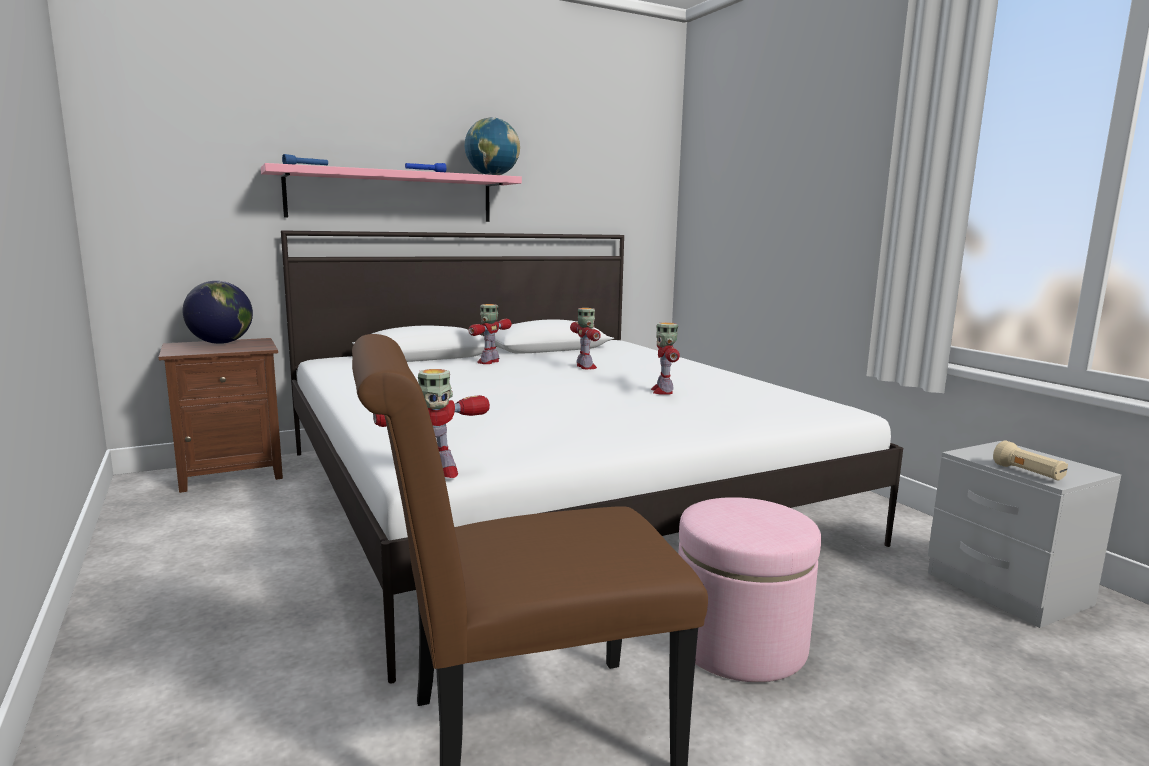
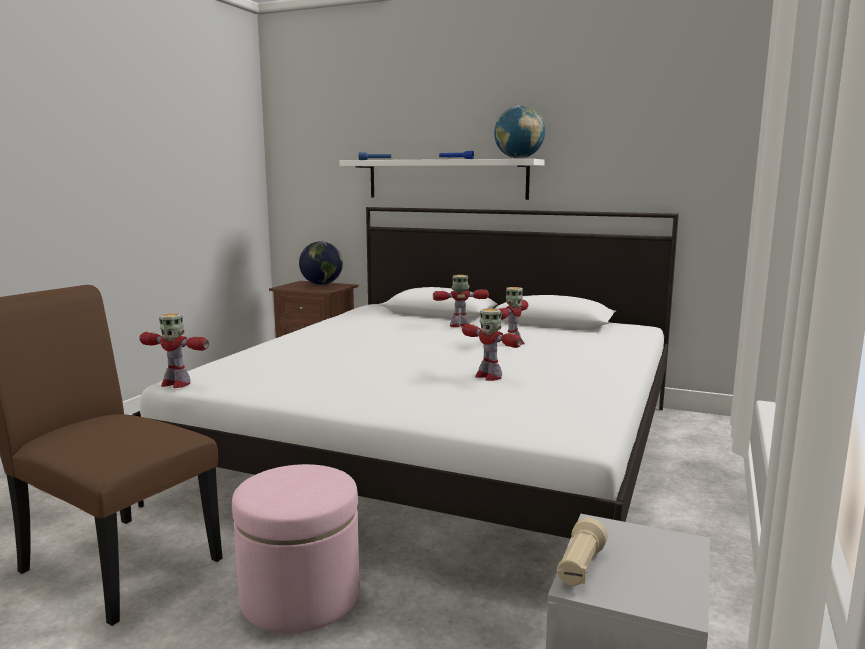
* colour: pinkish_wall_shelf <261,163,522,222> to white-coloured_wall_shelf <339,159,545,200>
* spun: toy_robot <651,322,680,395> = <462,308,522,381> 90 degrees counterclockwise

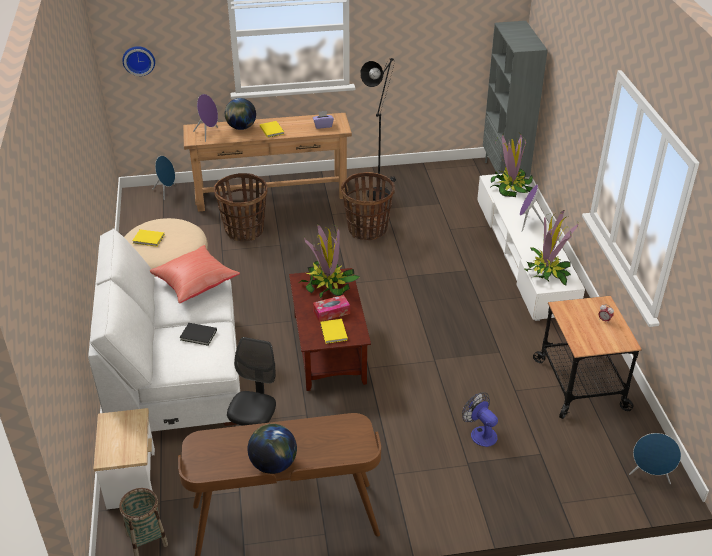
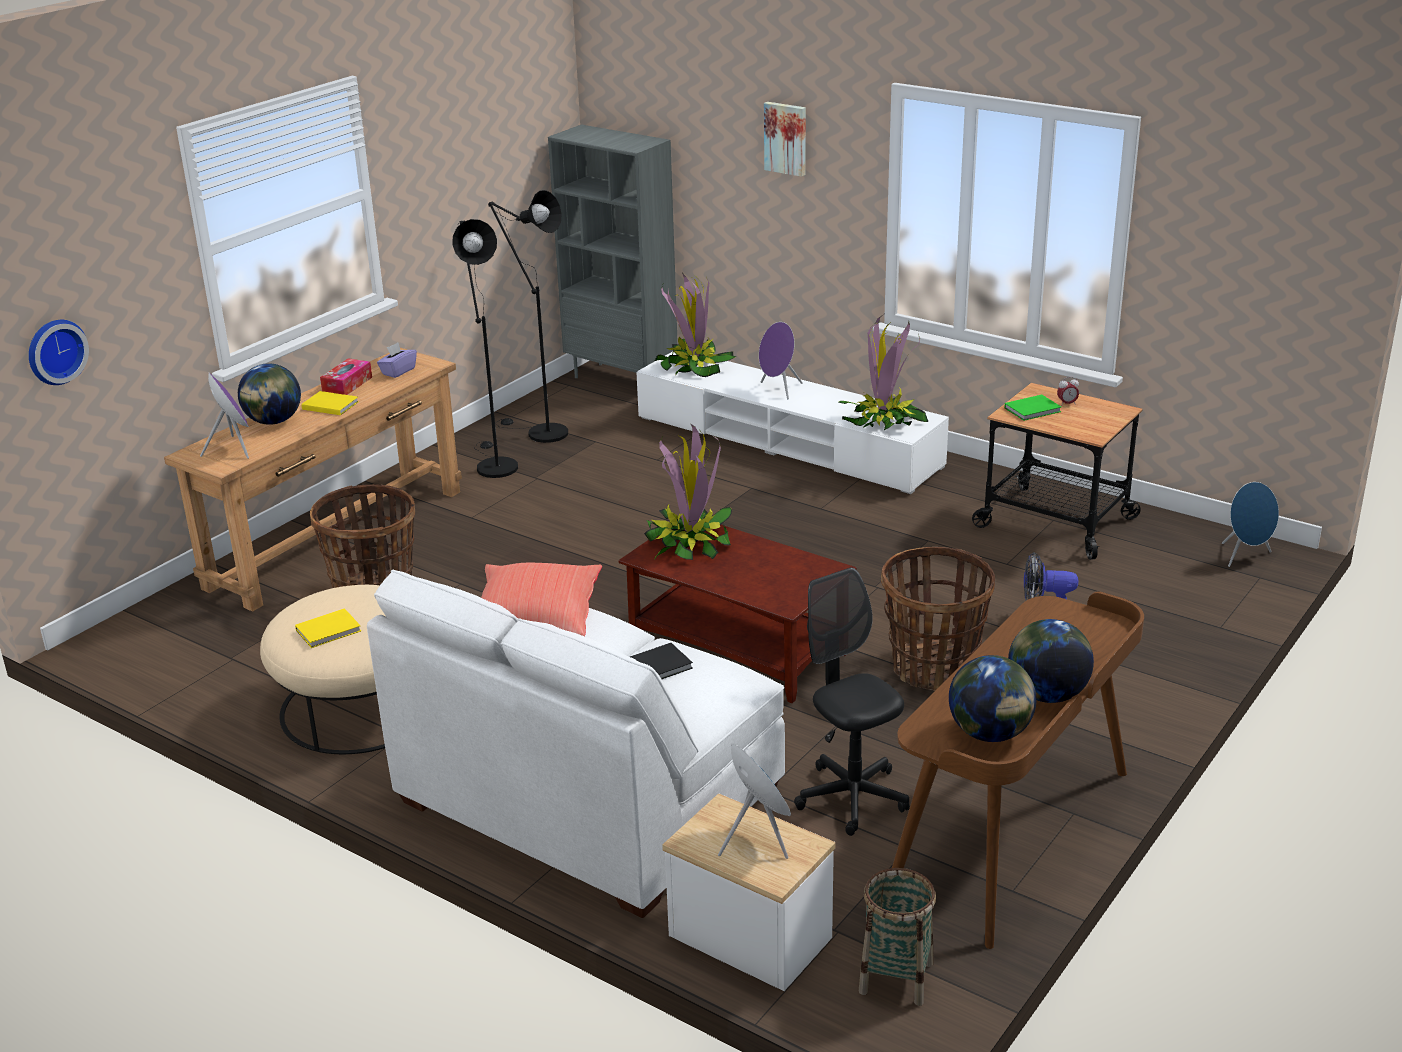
* relocated: bluish_speaker <152,156,175,200> to <718,744,791,859>
* relocated: tissue_box <313,295,350,322> to <320,358,372,395>
* missing: yellowish_bound_book <320,319,348,344>
* relocated: household_basket <341,172,395,240> to <881,547,995,691>
* appeared: black_floor_lamp <488,190,568,443>
* appeared: wall_picture <764,102,806,177>
* appeared: world_globe <949,655,1036,742>
* appeared: green_bound_book <1005,395,1061,421>

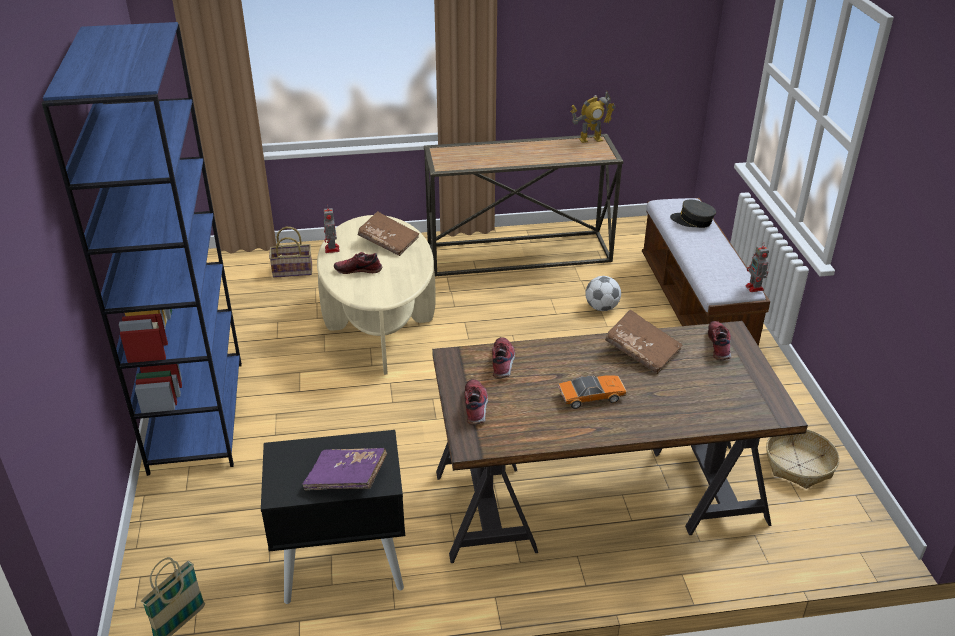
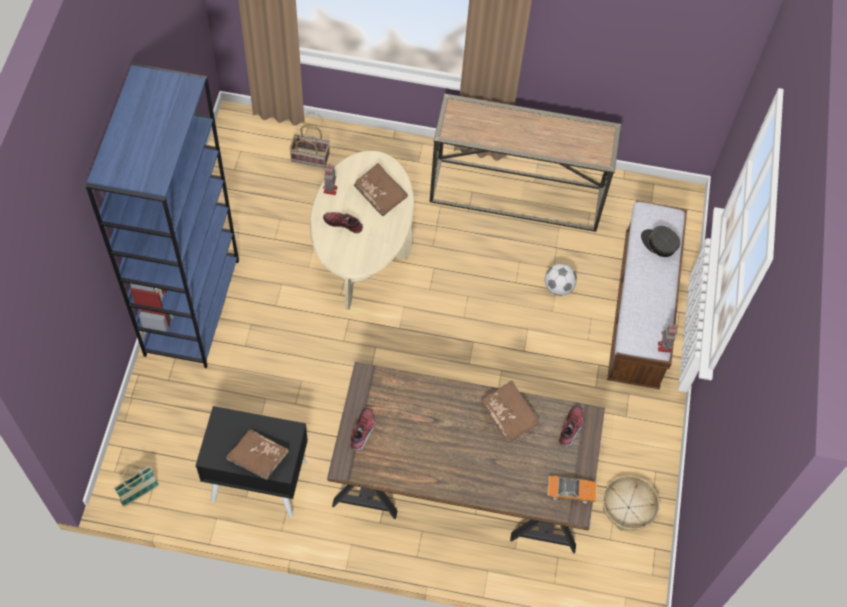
* colour: purple_bound_book <302,448,387,490> to brown_bound_book <226,430,289,480>
* missing: shoe <492,337,515,378>
* relocated: miniature_car <558,375,627,409> to <547,476,597,504>
* missing: toy_robot <571,92,616,143>

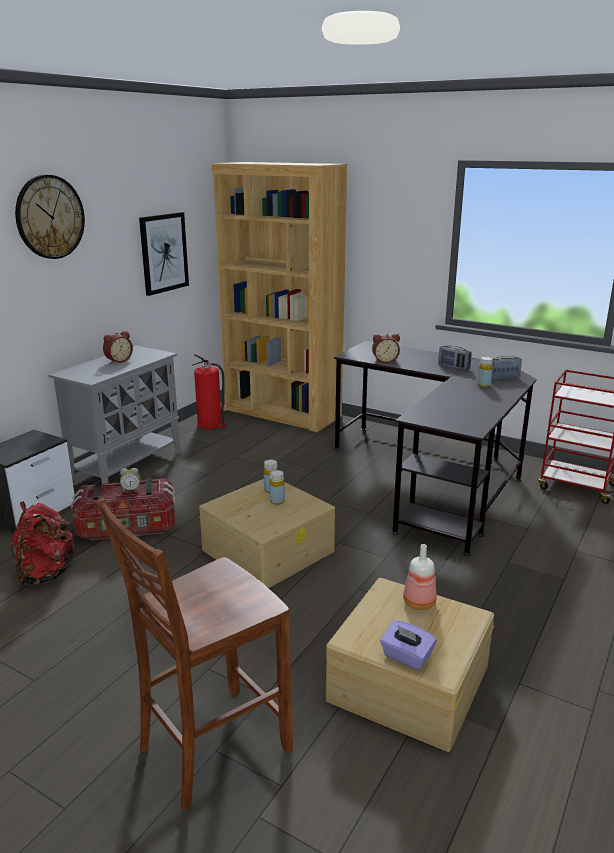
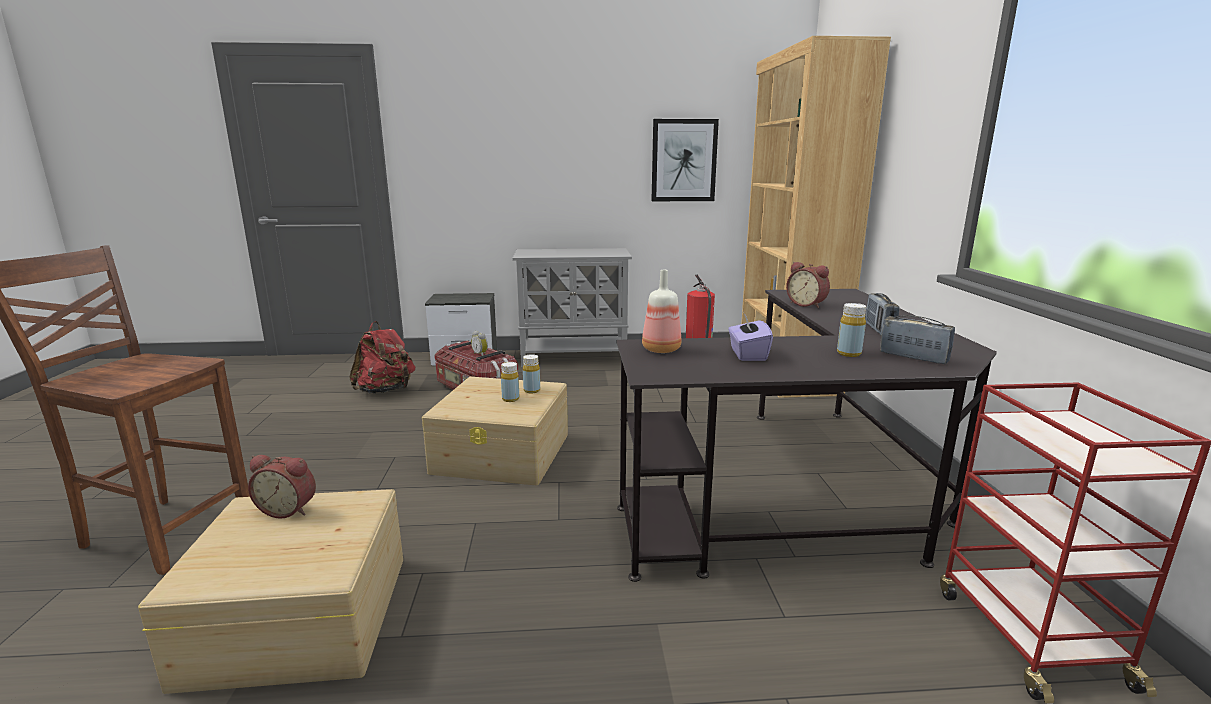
* missing: wall_clock <15,175,85,259>
* relocated: alarm_clock <103,331,133,364> to <248,455,316,519>
* relocated: purple_tissue_box <380,620,436,670> to <728,314,773,361>
* relocated: drink_bottle <403,544,437,610> to <642,270,682,353>

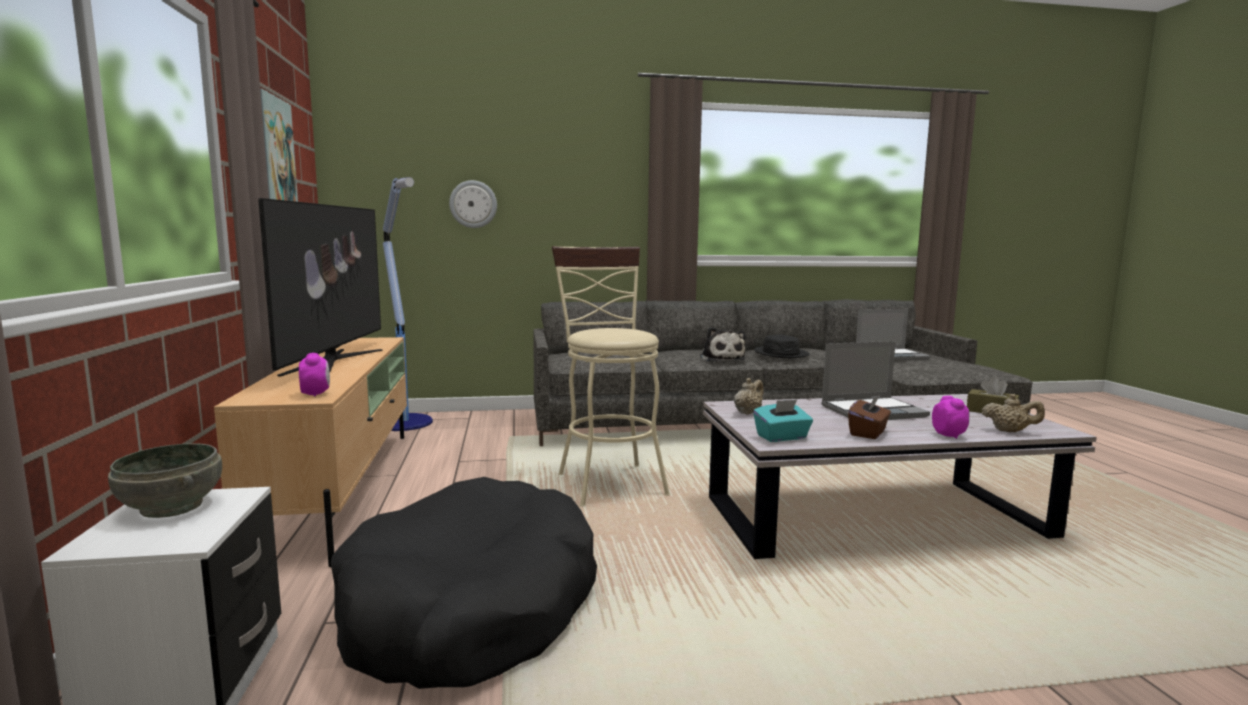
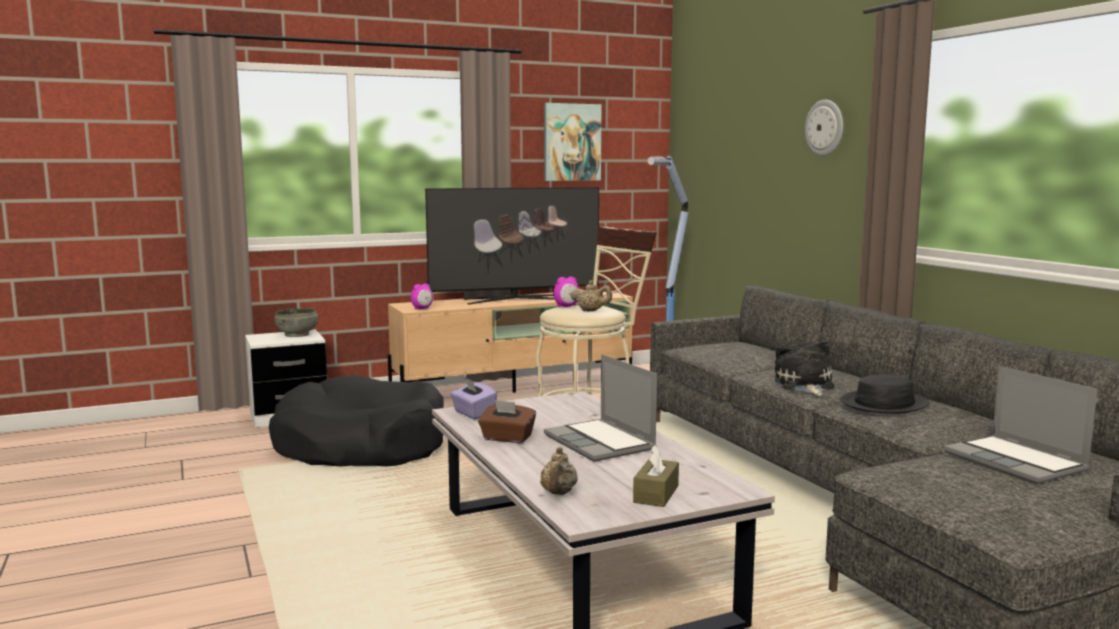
* relocated: wall_clock <449,180,497,228> to <805,99,843,156>
* spun: soft_toy <700,327,746,362> = <774,340,834,396> 120 degrees clockwise
* relocated: beige-coloured_pot_for_tea <734,378,764,415> to <571,280,612,311>
* colour: turquoise_tissue_box <753,399,813,442> to purple_tissue_box <450,377,497,419>
* relocated: alarm_clock <932,396,970,439> to <553,277,579,307>

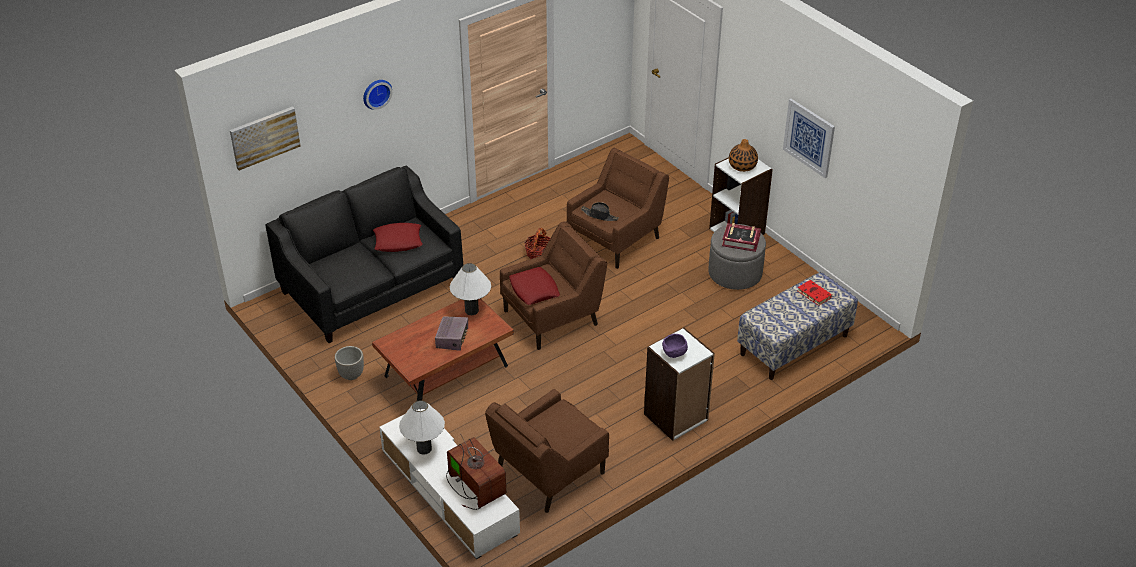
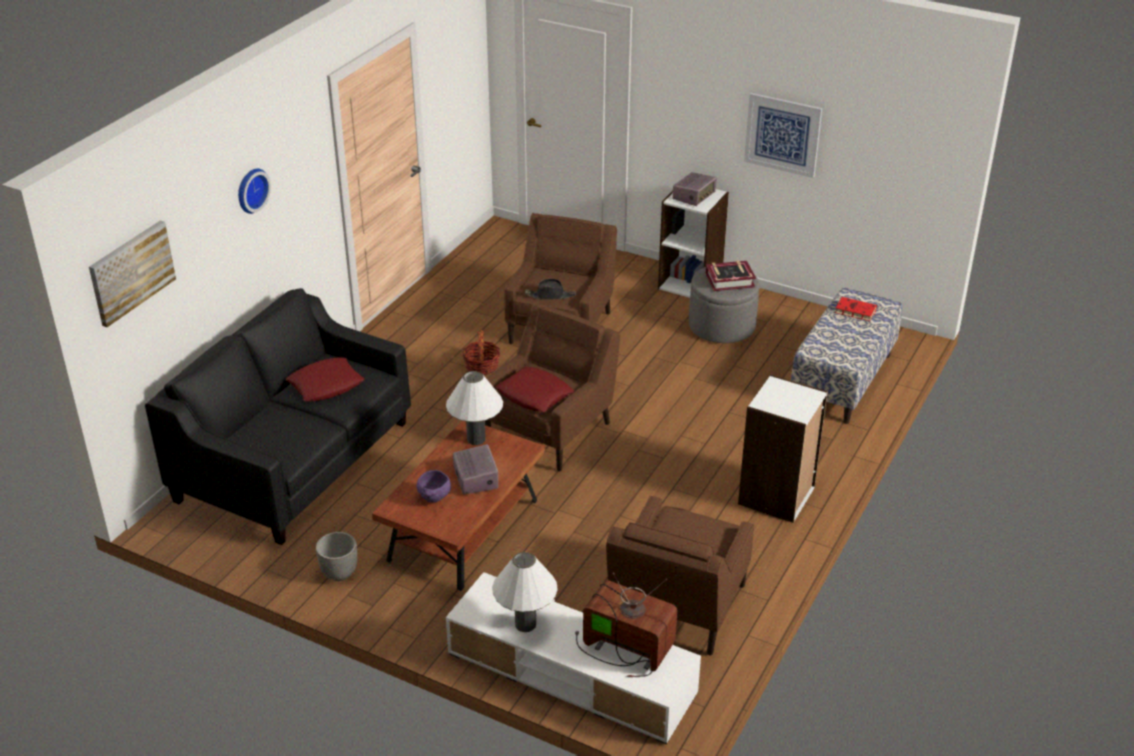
* relocated: purple_serving_bowl <662,334,688,358> to <417,470,451,503>
* exchanged: decorative_vase <729,139,758,172> to radio_set <672,172,717,206>

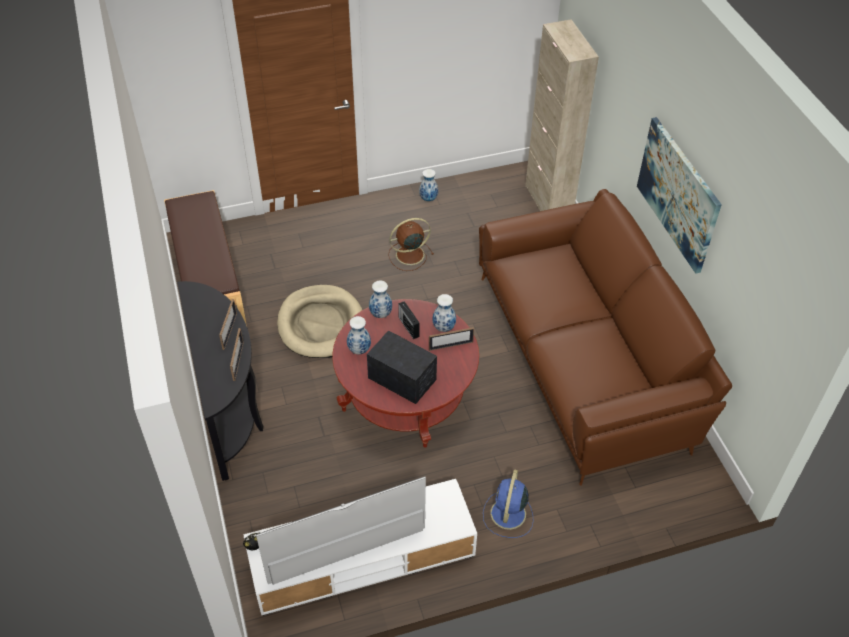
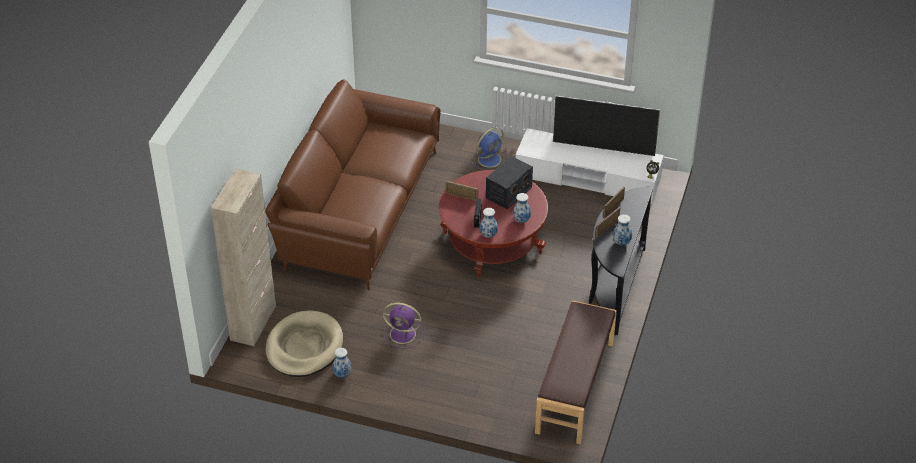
* relocated: beige-coloured_dog_bed <277,285,362,358> to <266,310,343,377>
* spun: radio_set <367,330,437,404> = <486,156,533,209> 120 degrees counterclockwise
* colour: brown_electric_fan <388,218,434,271> to purple_electric_fan <383,303,423,348>
* relocated: decorative_vase <433,294,456,332> to <613,214,632,245>
* missing: wall_picture <637,117,722,274>

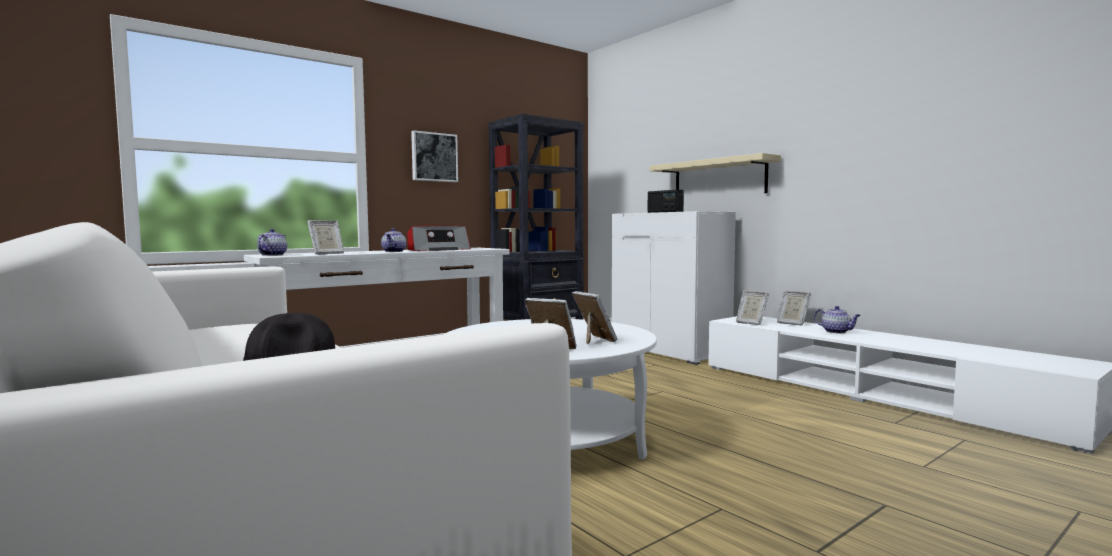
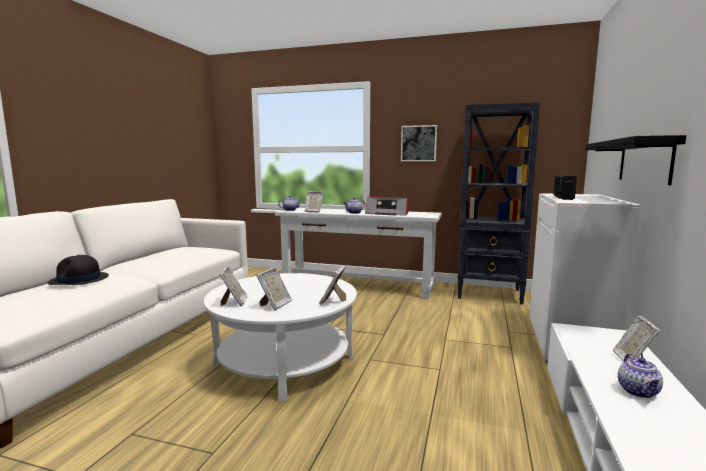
* colour: beige-coloured_wall_shelf <649,153,781,193> to black_wall_shelf <585,135,686,185>
* relocated: picture_frame <736,290,769,325> to <319,266,346,305>

